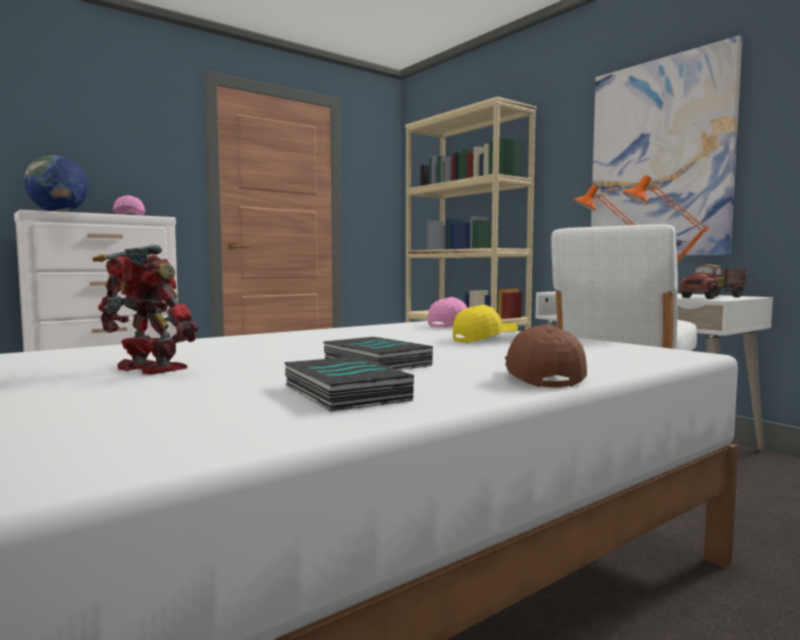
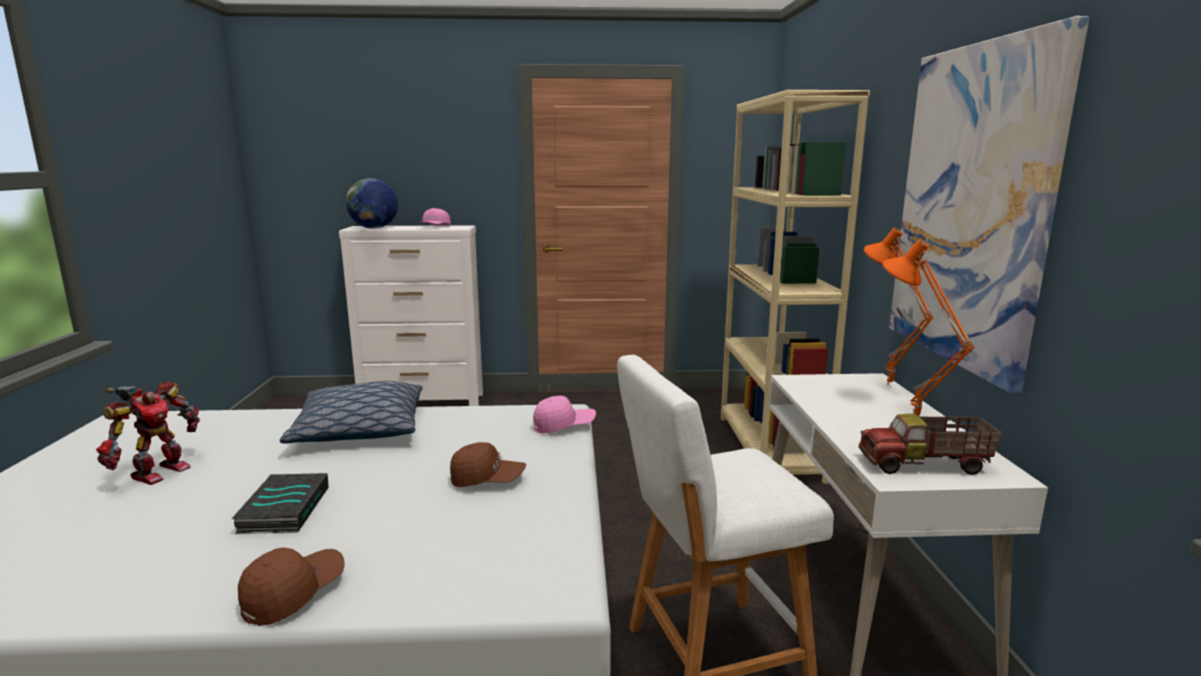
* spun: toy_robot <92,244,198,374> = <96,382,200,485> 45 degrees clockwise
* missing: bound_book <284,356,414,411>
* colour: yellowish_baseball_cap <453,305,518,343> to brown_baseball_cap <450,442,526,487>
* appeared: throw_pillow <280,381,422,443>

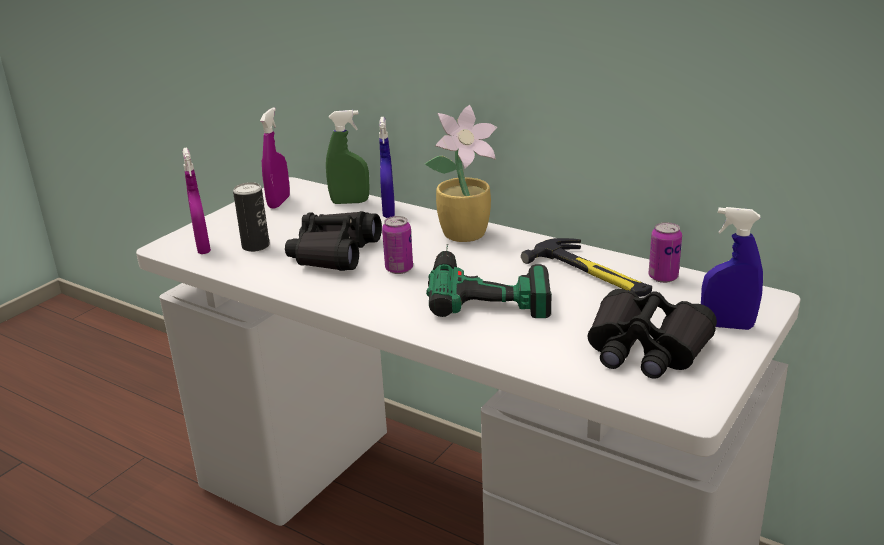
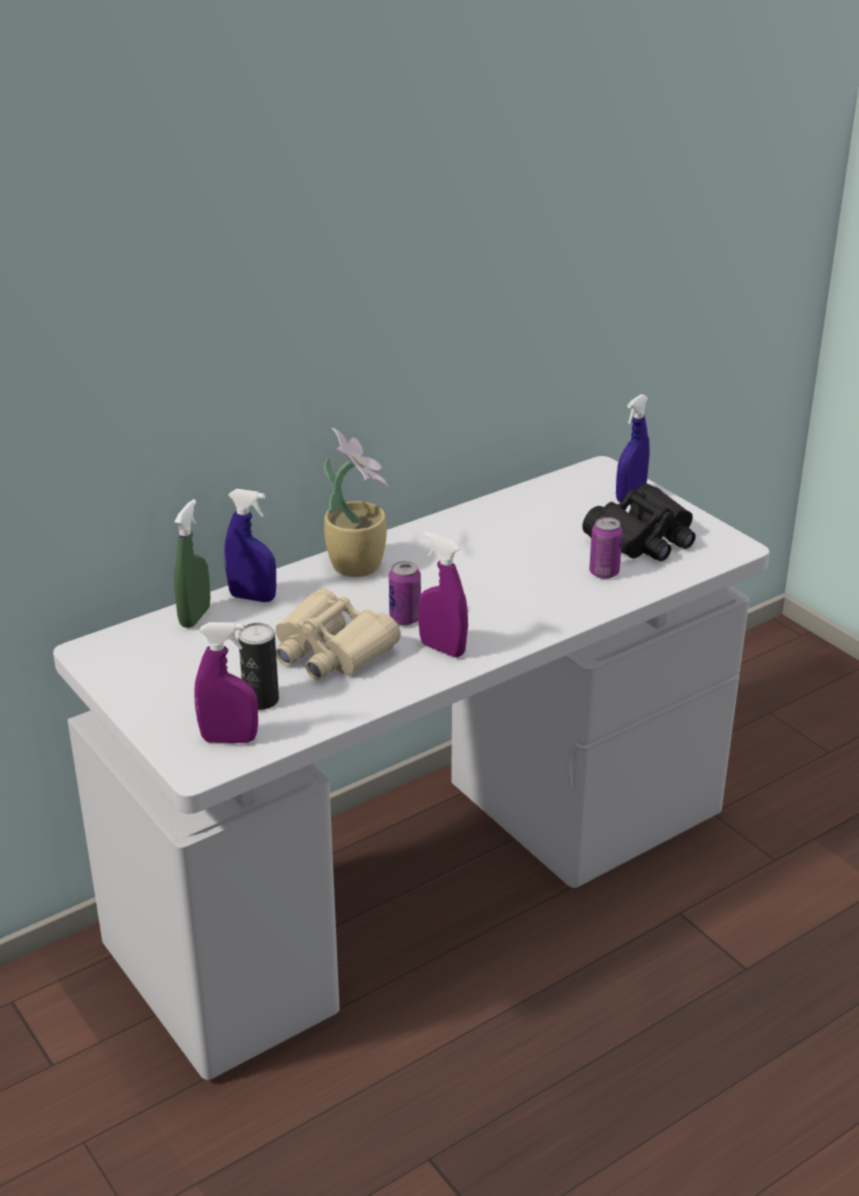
* relocated: purple_spray_bottle <260,107,290,208> to <418,532,468,657>
* colour: black_binoculars <285,211,382,271> to beige-coloured_binoculars <276,588,401,680>
* missing: electric_drill <426,244,552,318>
* missing: tool_hammer <521,238,652,297>
* relocated: metal_can <649,222,682,283> to <589,517,623,579>

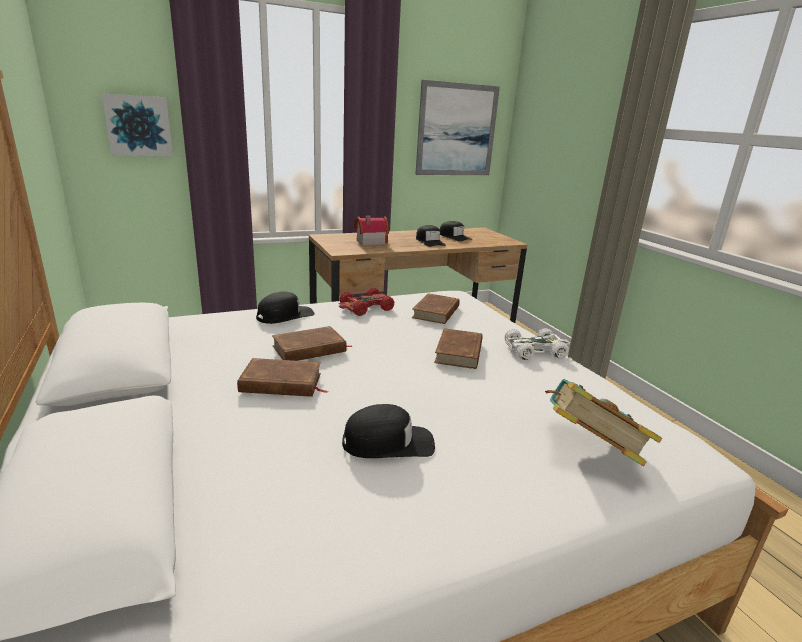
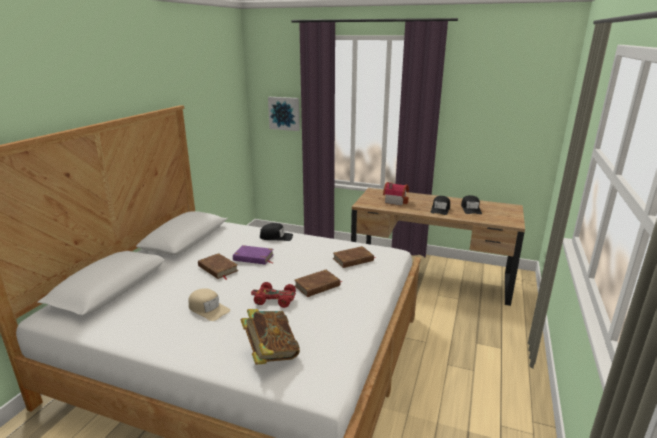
* colour: brown_bound_book <272,326,353,361> to purple_bound_book <233,245,274,265>
* relocated: reddish_miniature_car <339,288,394,316> to <251,282,296,308>
* colour: black_baseball_cap <342,404,435,458> to beige-coloured_baseball_cap <188,288,230,321>
* missing: wall_picture <415,80,500,175>
* missing: white-coloured_miniature_car <504,328,570,360>

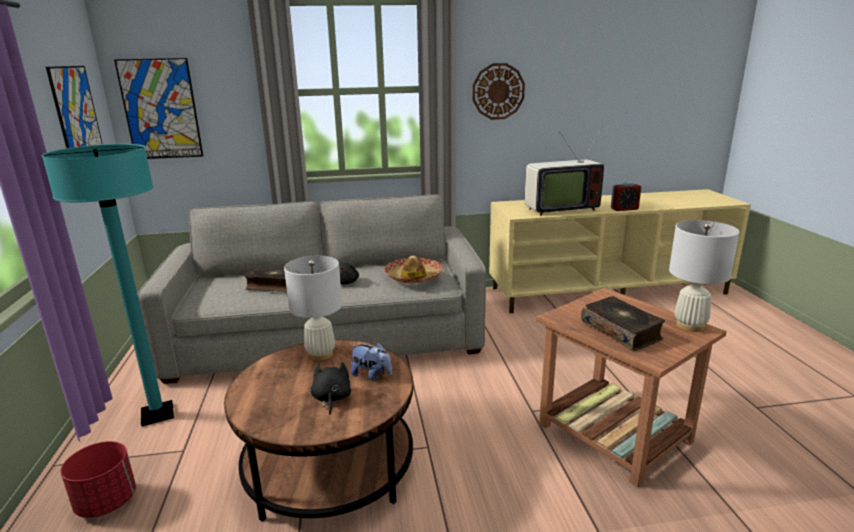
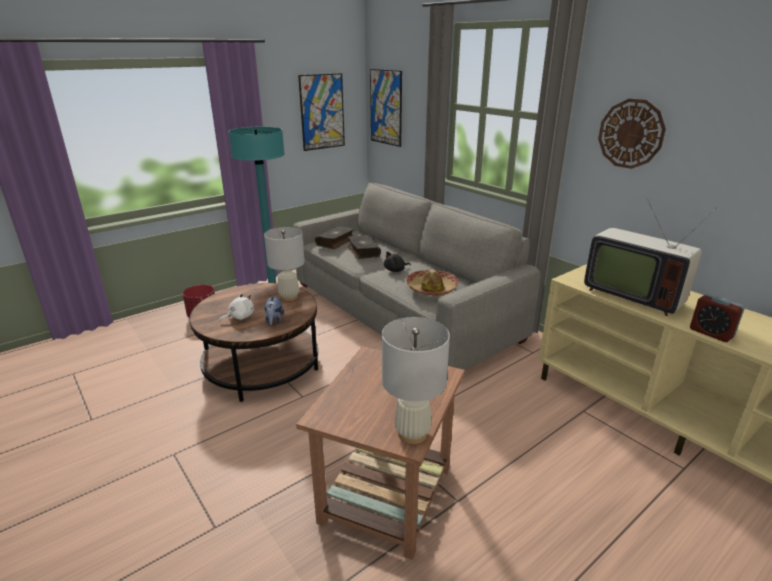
* colour: black_soft_toy <310,360,351,415> to white-coloured_soft_toy <219,292,254,321>
* relocated: bound_book <581,296,665,351> to <315,226,354,249>

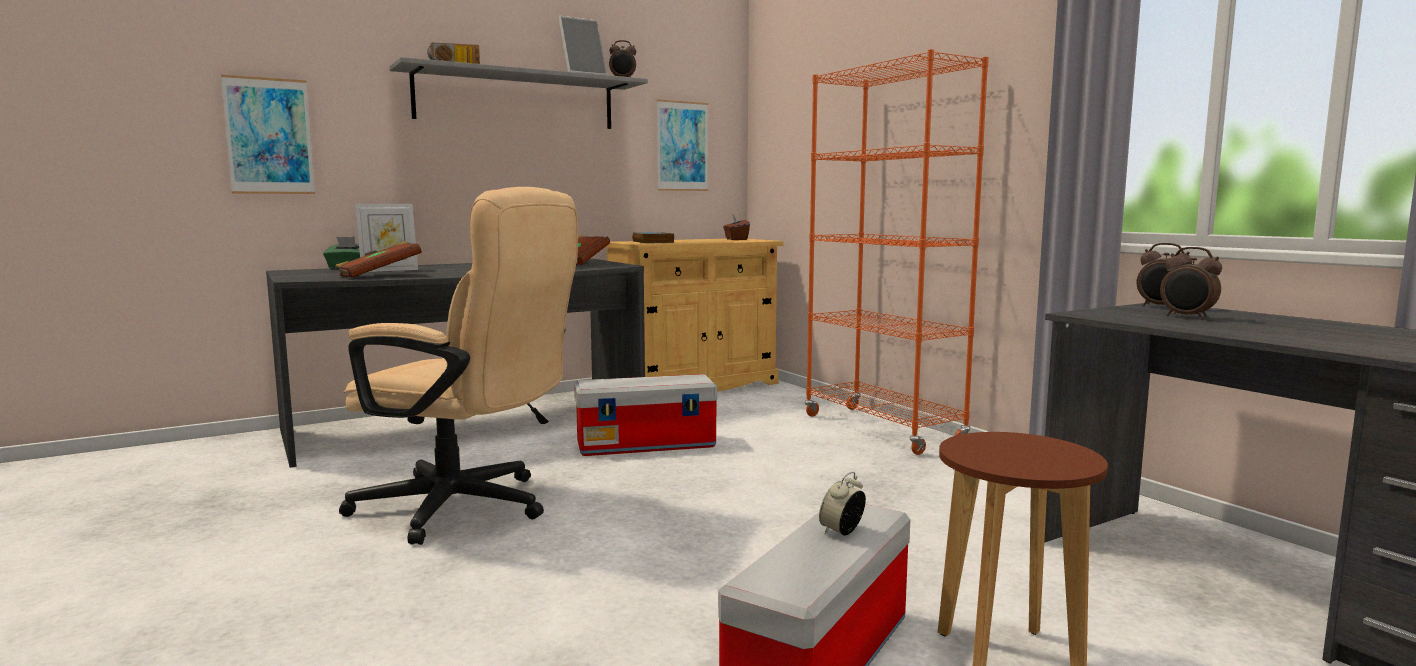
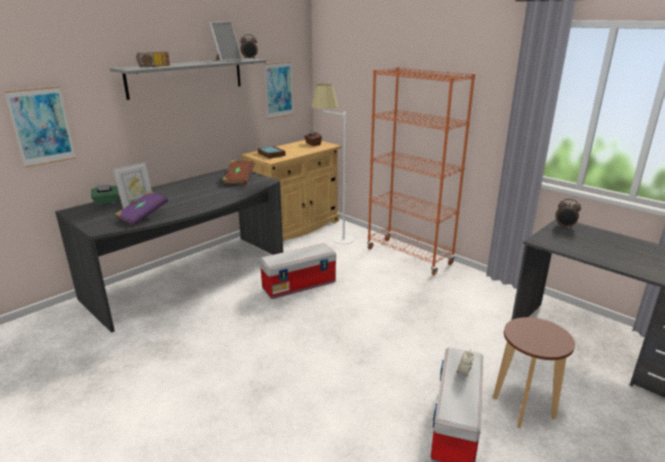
* colour: brown_bound_book <336,241,422,278> to purple_bound_book <115,191,168,225>
* missing: beige-coloured_office_chair <339,187,578,545>
* missing: alarm_clock <1160,247,1222,320>
* appeared: white-coloured_floor_lamp <311,84,354,244>

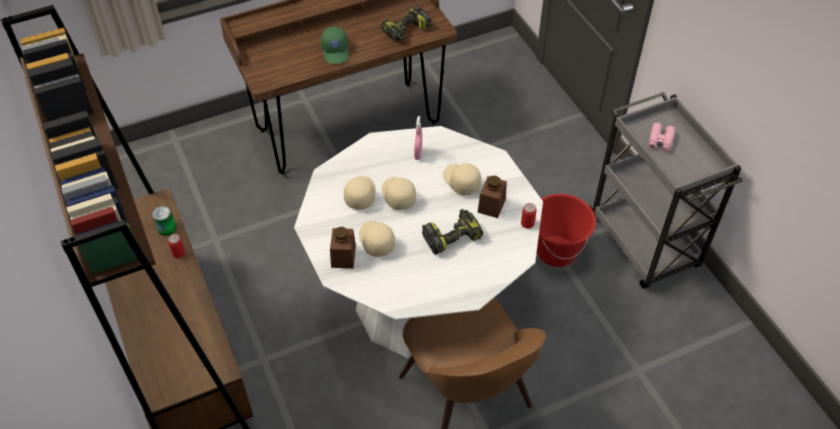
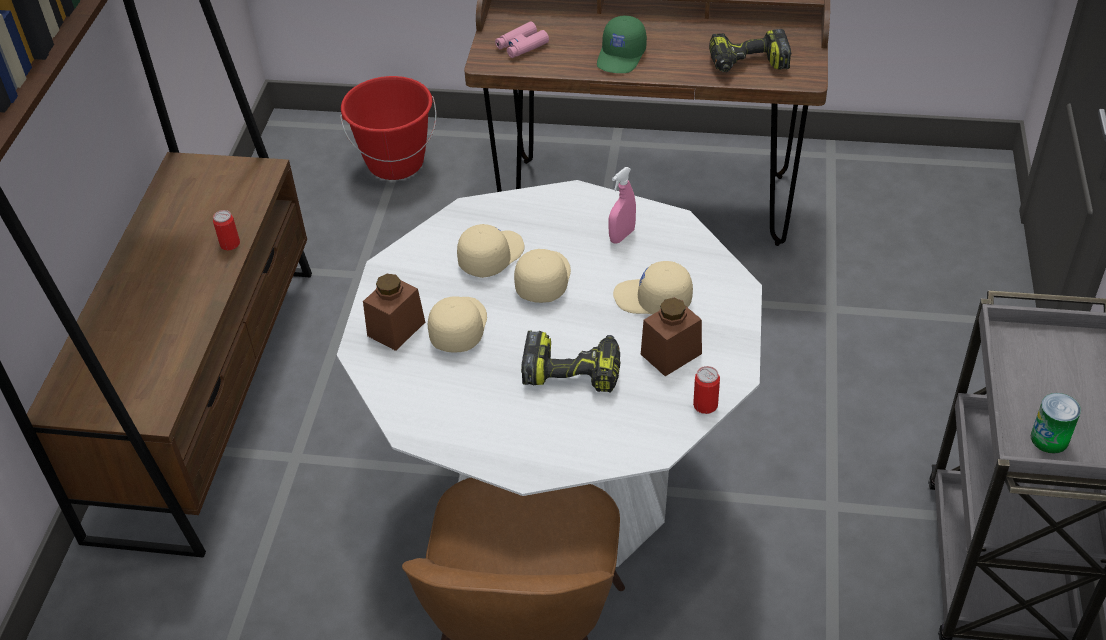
* relocated: metal_can <152,206,176,236> to <1031,393,1081,453>
* spun: beige-coloured_baseball_cap <443,163,481,195> = <613,261,693,314> 75 degrees counterclockwise
* relocated: reddish_water_bucket <537,194,596,267> to <340,76,437,180>
* relocated: pinkish_binoculars <648,123,675,152> to <495,22,549,58>

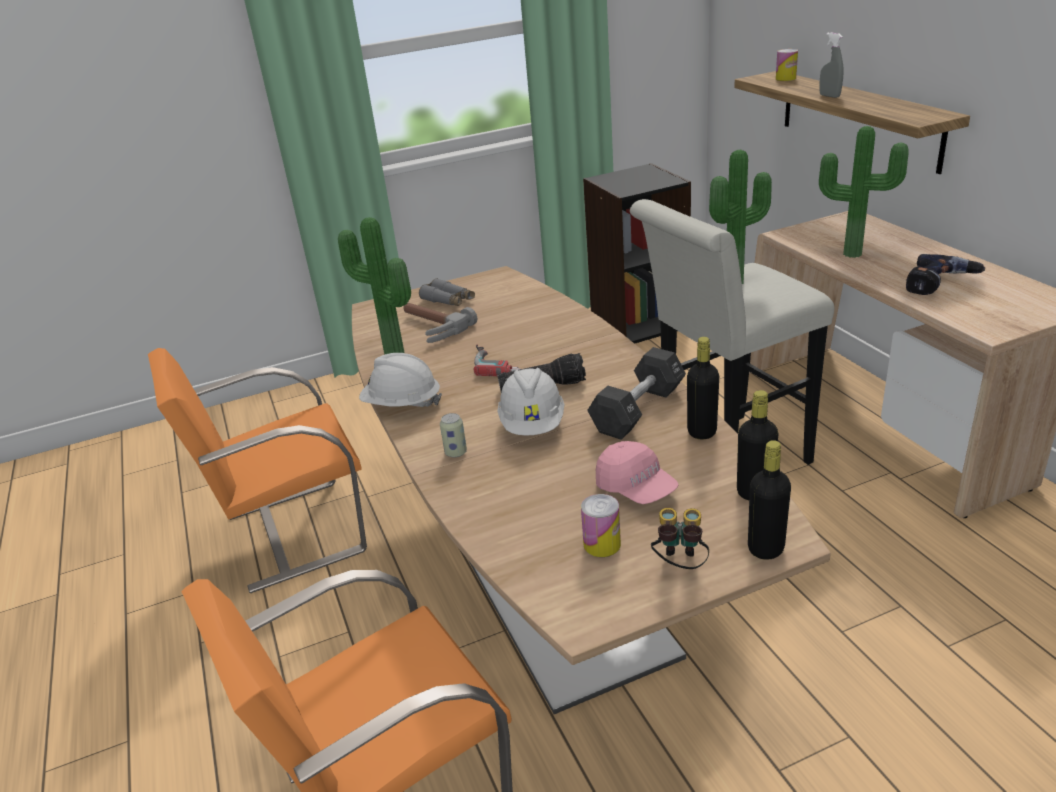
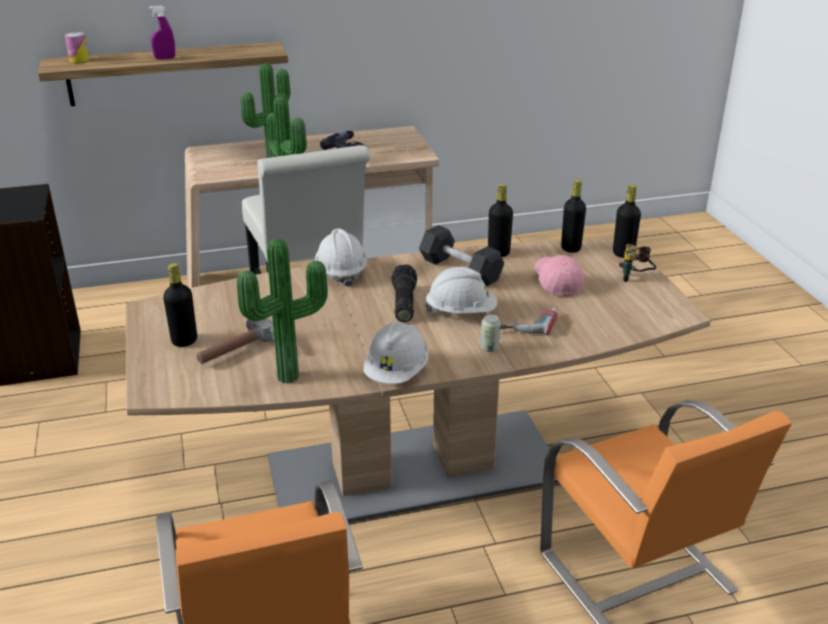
* exchanged: gray_binoculars <419,278,475,306> to black_drink_bottle <163,263,197,347>
* relocated: electric_drill <474,344,521,376> to <500,308,558,335>
* missing: metal_can <581,494,621,557>
* spun: pinkish_baseball_cap <596,441,679,504> = <534,255,584,297> 75 degrees counterclockwise
* colour: gray_spray_bottle <819,32,844,98> to purple_spray_bottle <149,5,175,60>
* appeared: white-coloured_hard_hat <315,229,367,287>

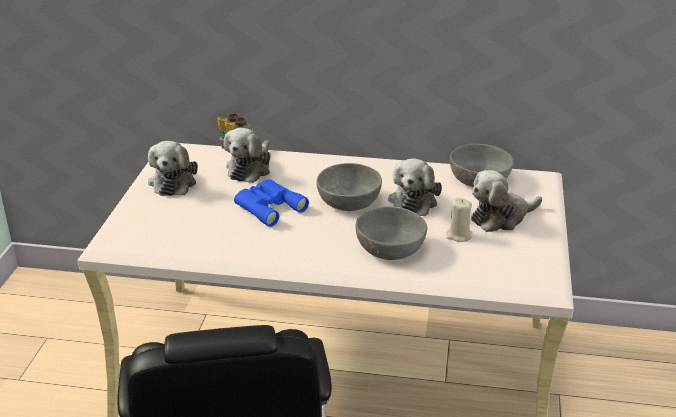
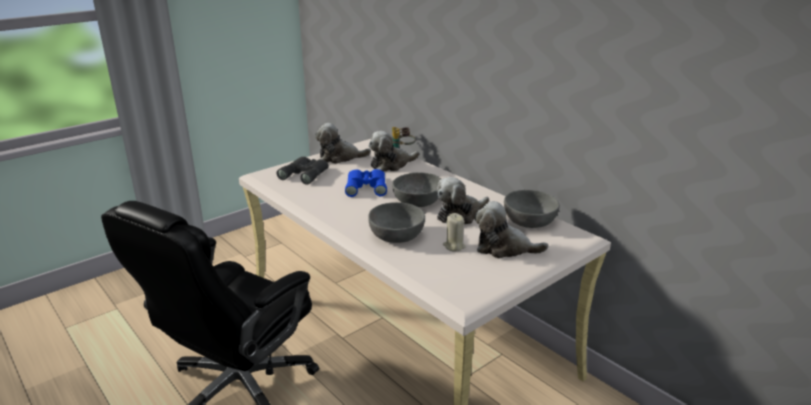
* spun: soft_toy <148,141,198,196> = <315,123,371,164> 45 degrees clockwise
* appeared: gray_binoculars <277,156,329,185>

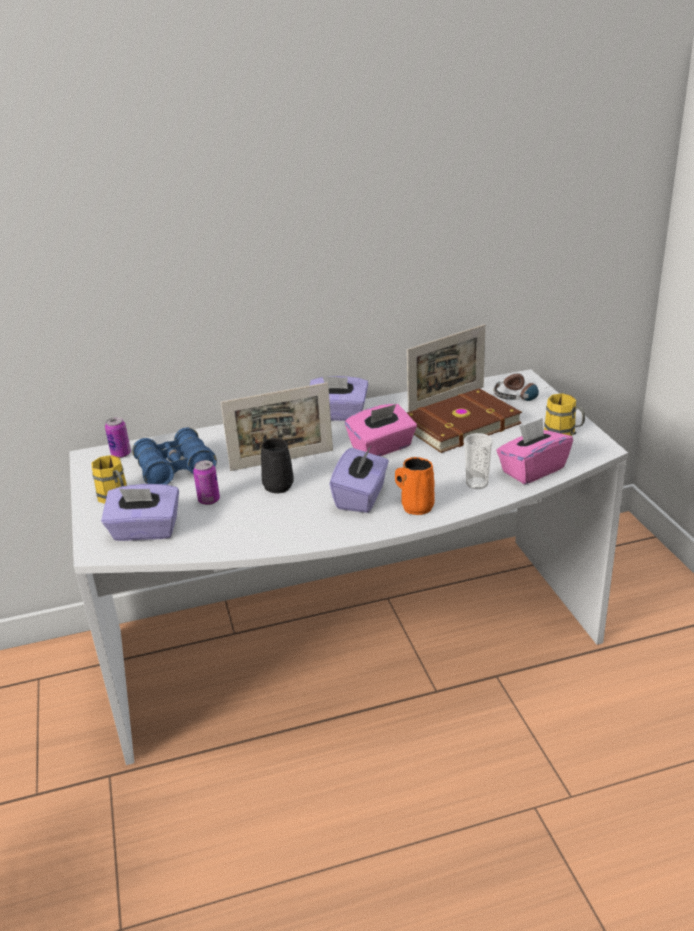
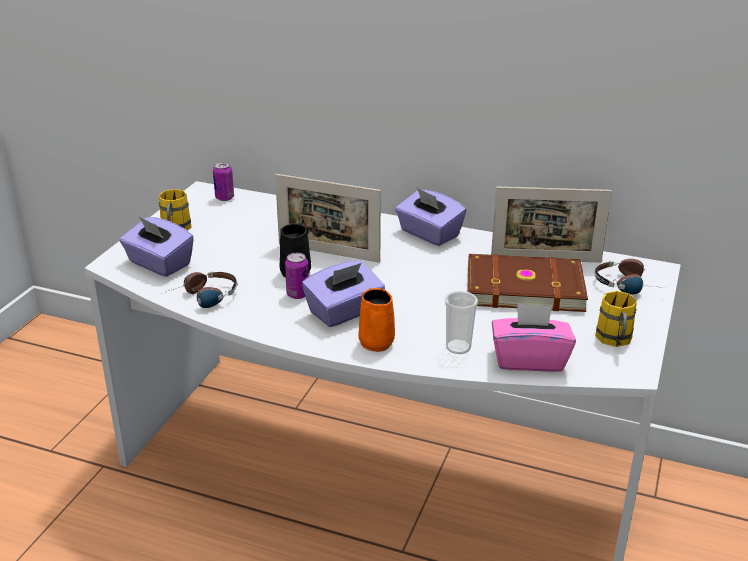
* missing: bluish_binoculars <132,428,217,485>
* relocated: metal_can <193,460,220,505> to <285,253,309,299>
* missing: pinkish_tissue_box <345,404,417,456>
* appeared: headphones <166,271,238,308>

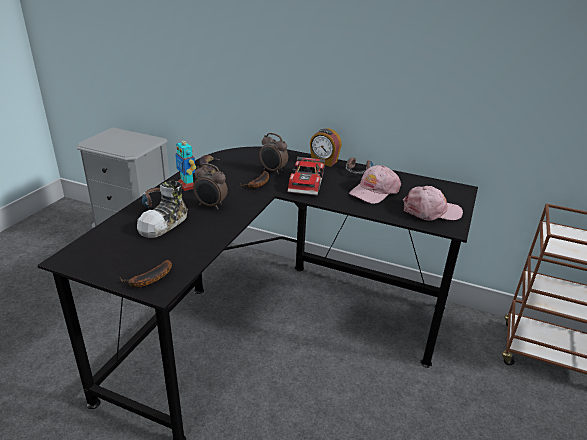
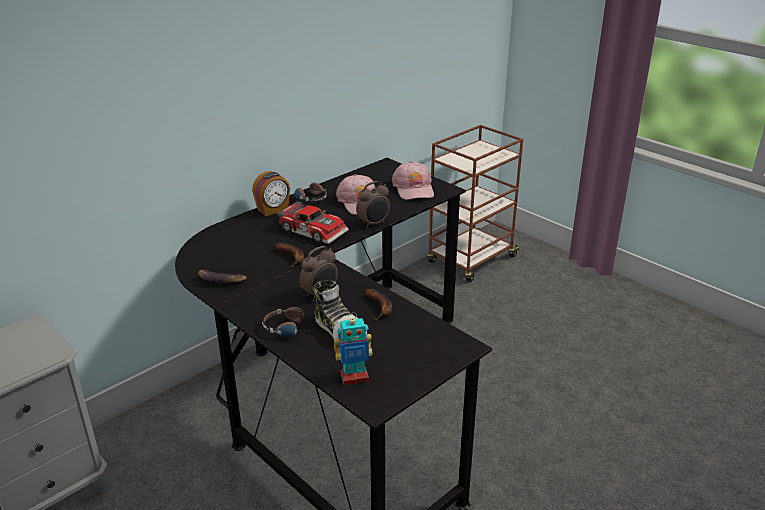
* relocated: banana_fruit <119,260,172,287> to <364,289,392,320>
* relocated: toy_robot <175,136,196,191> to <334,312,373,385>
* relocated: alarm_clock <259,133,288,174> to <356,181,390,228>
* spun: pinkish_baseball_cap <403,186,463,221> = <392,161,434,200> 150 degrees clockwise

